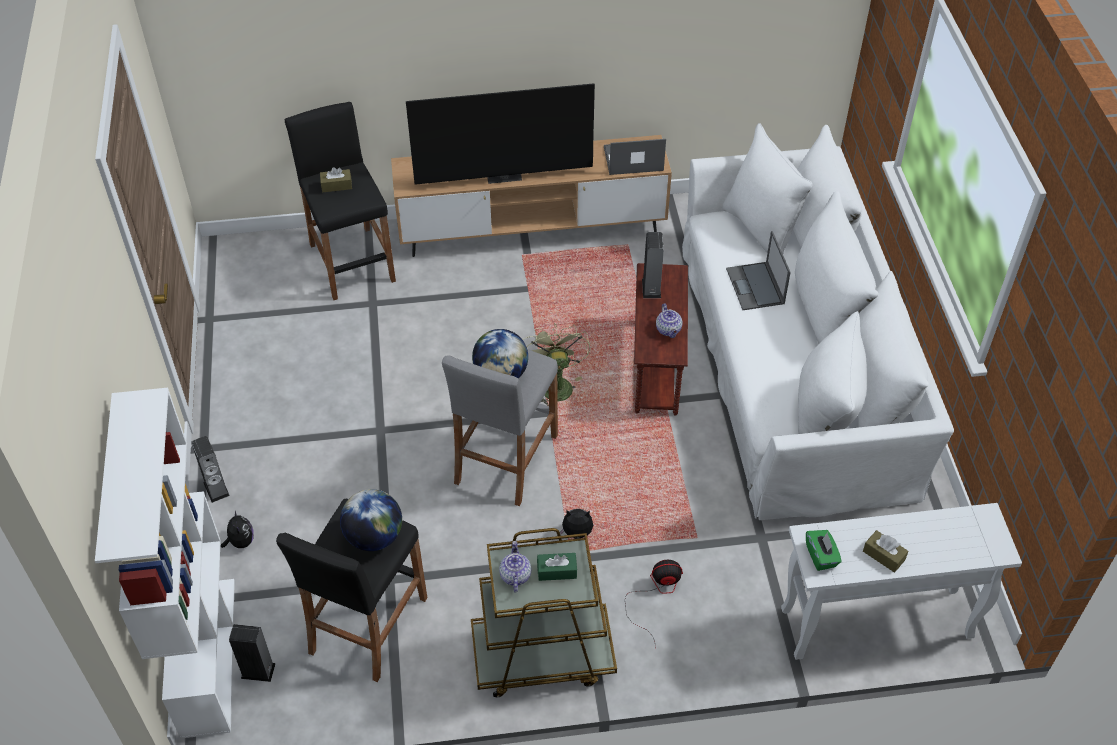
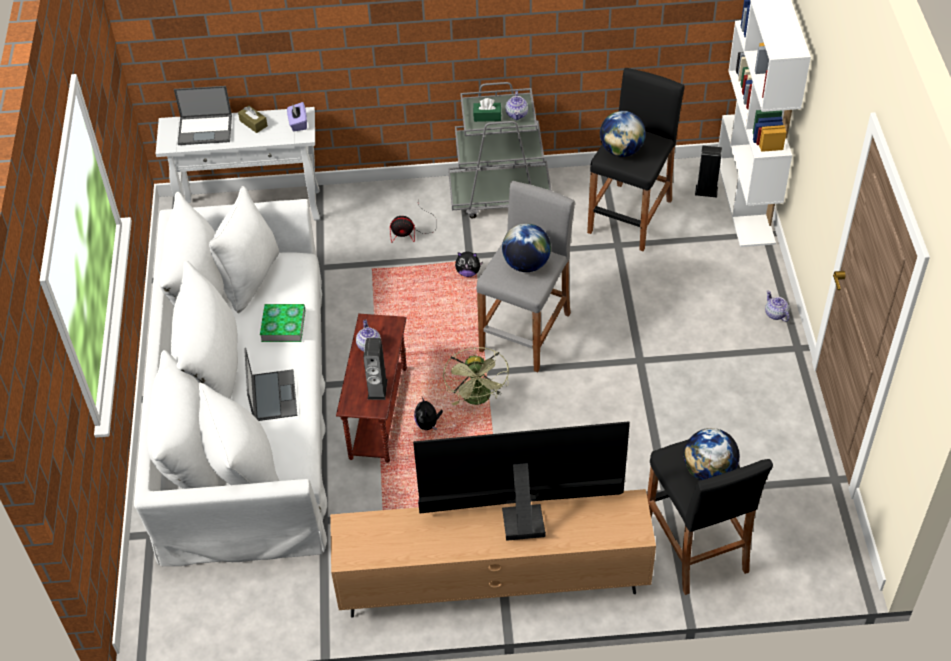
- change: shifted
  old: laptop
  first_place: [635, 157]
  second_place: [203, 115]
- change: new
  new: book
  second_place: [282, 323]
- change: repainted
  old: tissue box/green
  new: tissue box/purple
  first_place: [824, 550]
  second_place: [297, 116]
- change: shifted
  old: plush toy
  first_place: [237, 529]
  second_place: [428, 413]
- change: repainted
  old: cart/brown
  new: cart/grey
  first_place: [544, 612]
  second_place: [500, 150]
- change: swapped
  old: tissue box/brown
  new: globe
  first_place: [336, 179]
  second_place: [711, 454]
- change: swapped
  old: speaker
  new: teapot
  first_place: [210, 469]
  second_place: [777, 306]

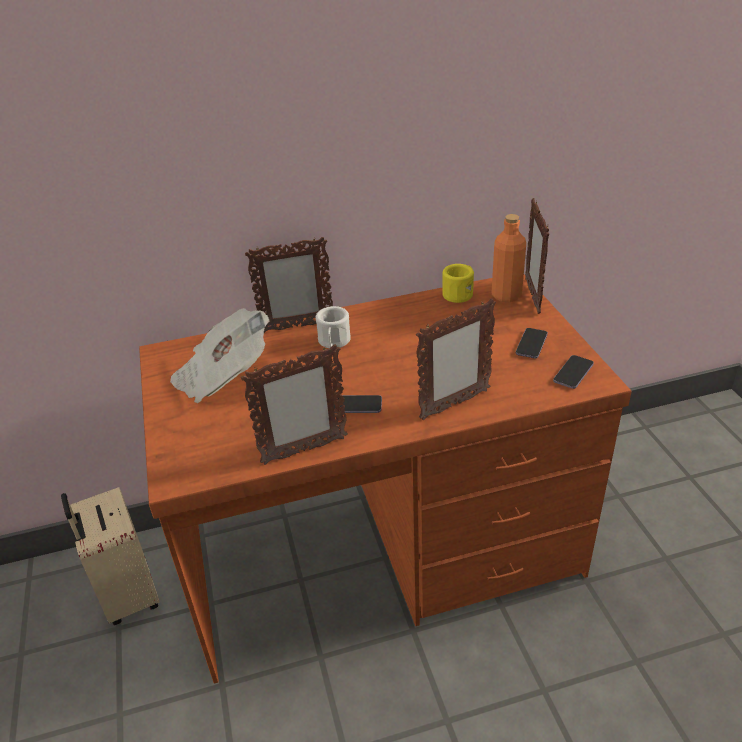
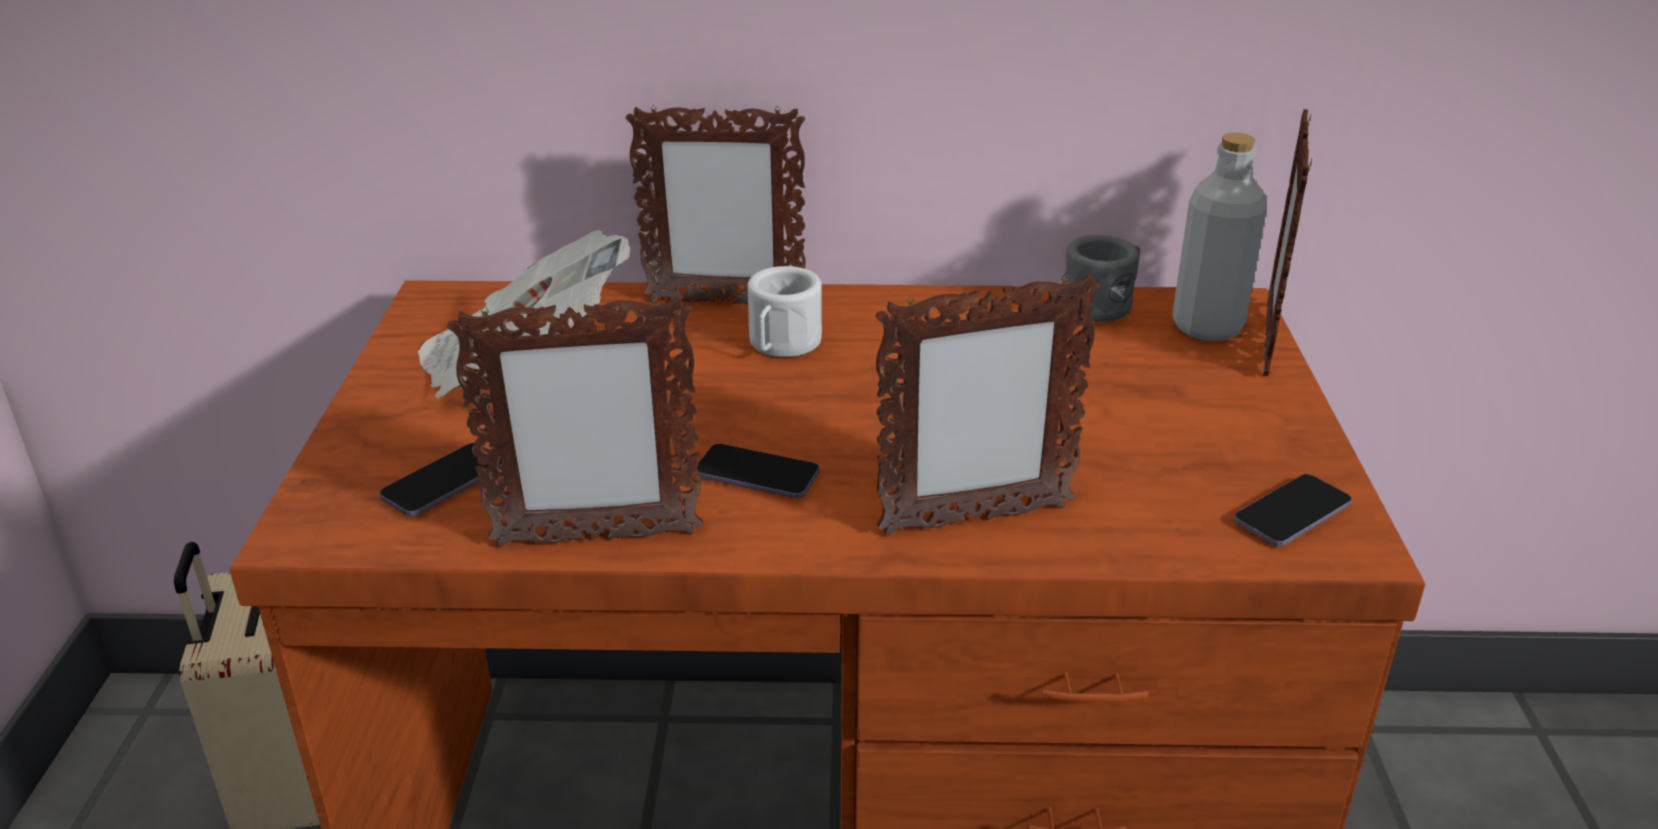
- change: shifted
  old: phone
  first_place: [532, 343]
  second_place: [440, 479]
- change: repainted
  old: mug/yellow
  new: mug/grey
  first_place: [458, 283]
  second_place: [1102, 278]
- change: repainted
  old: bottle/orange
  new: bottle/grey
  first_place: [508, 258]
  second_place: [1219, 237]

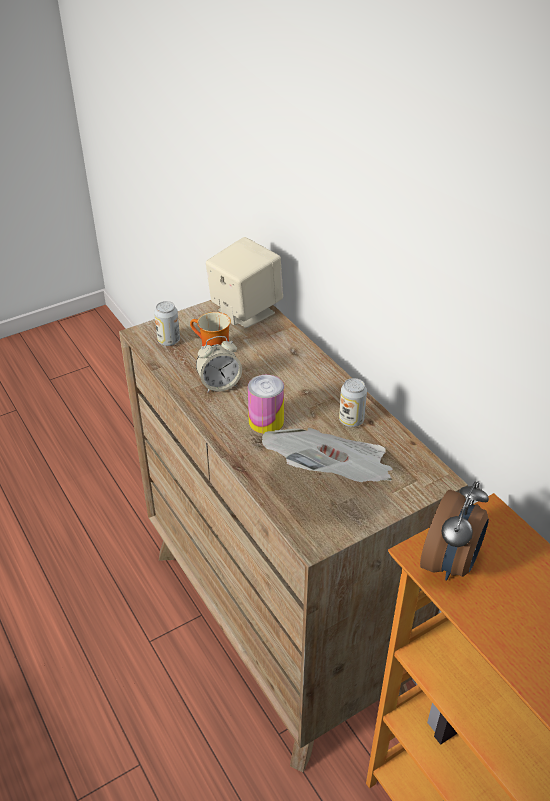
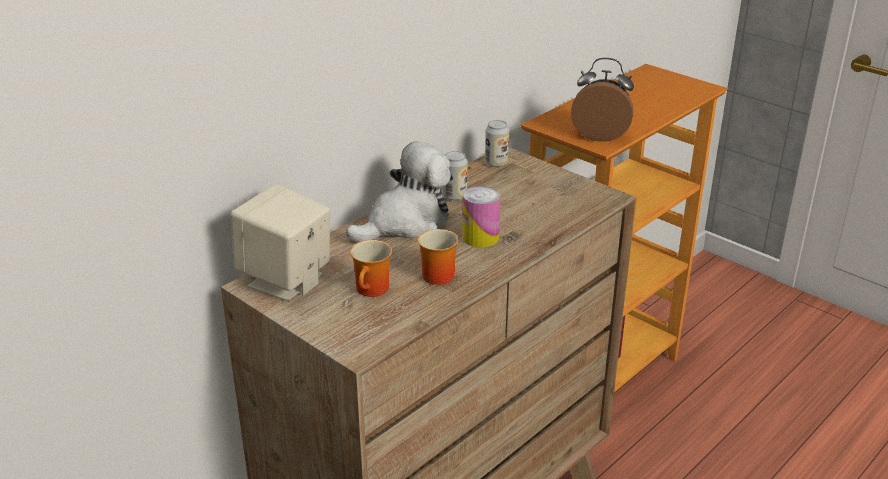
- change: new
  new: plush toy
  second_place: [398, 192]
- change: swapped
  old: alarm clock
  new: mug
  first_place: [219, 364]
  second_place: [438, 257]
- change: shifted
  old: can
  first_place: [167, 323]
  second_place: [497, 143]
- change: gone
  old: newspaper
  first_place: [327, 455]

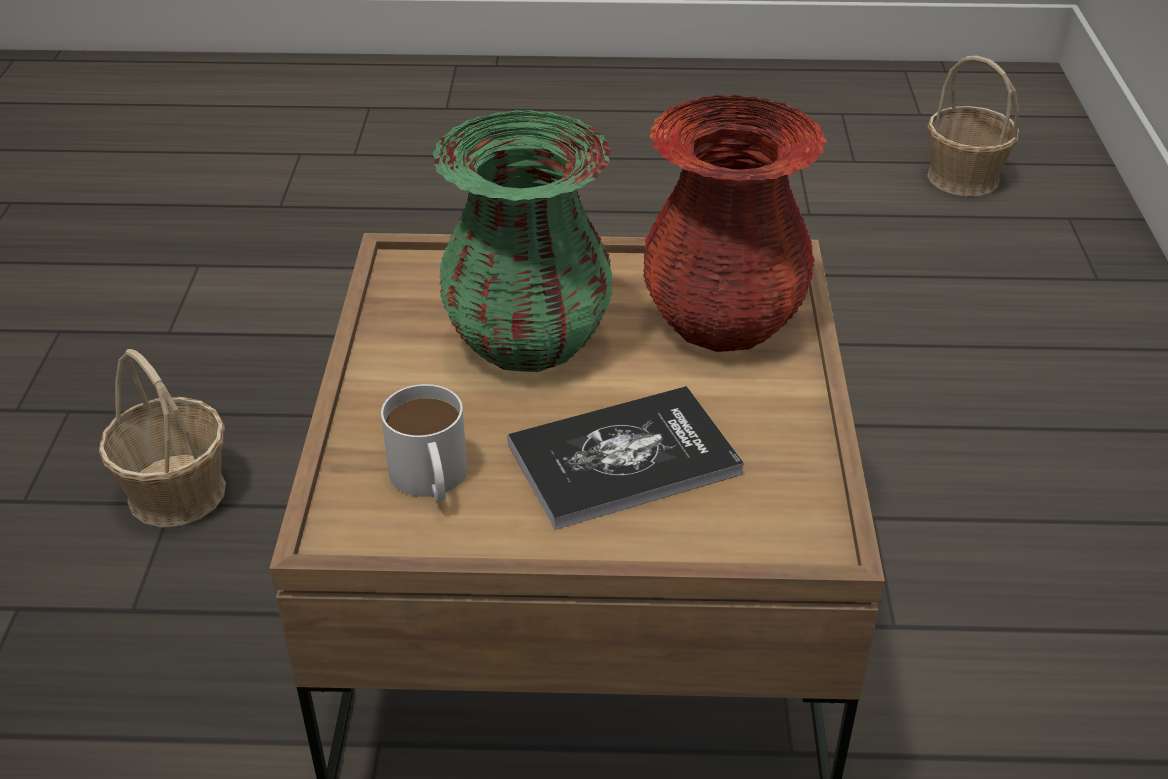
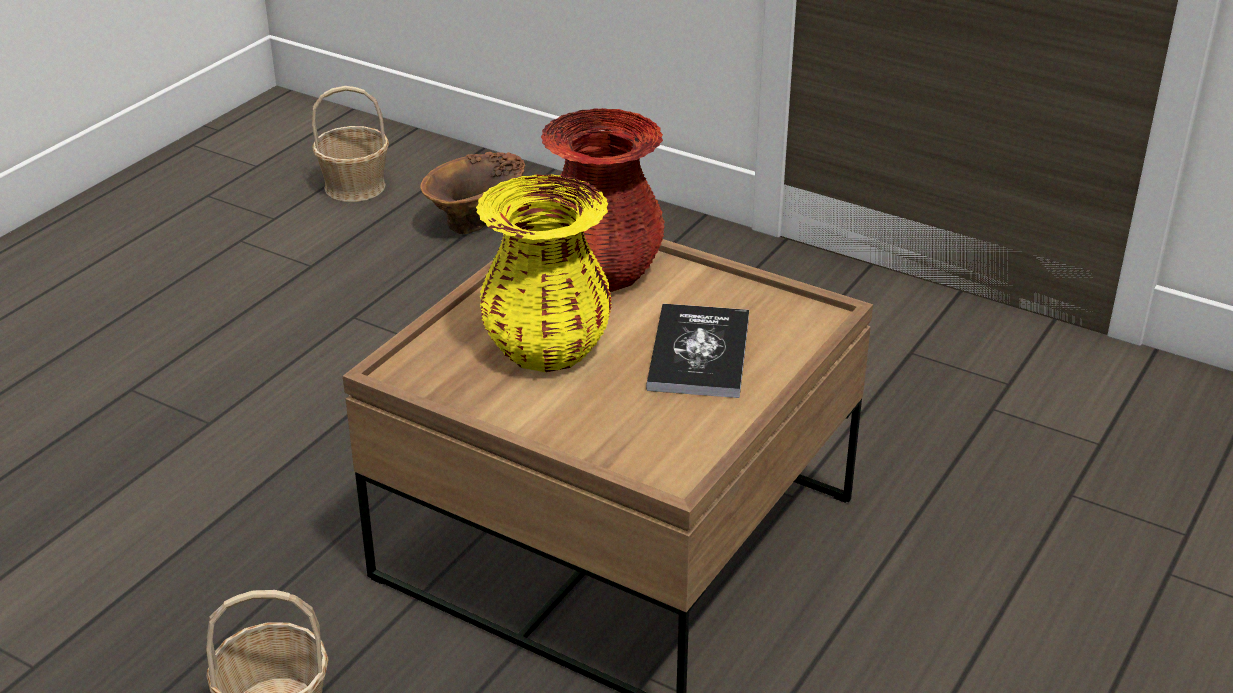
- change: new
  new: vase/brown
  second_place: [472, 193]
- change: repainted
  old: vase/green
  new: vase/yellow
  first_place: [522, 241]
  second_place: [544, 273]
- change: gone
  old: mug/white
  first_place: [424, 443]

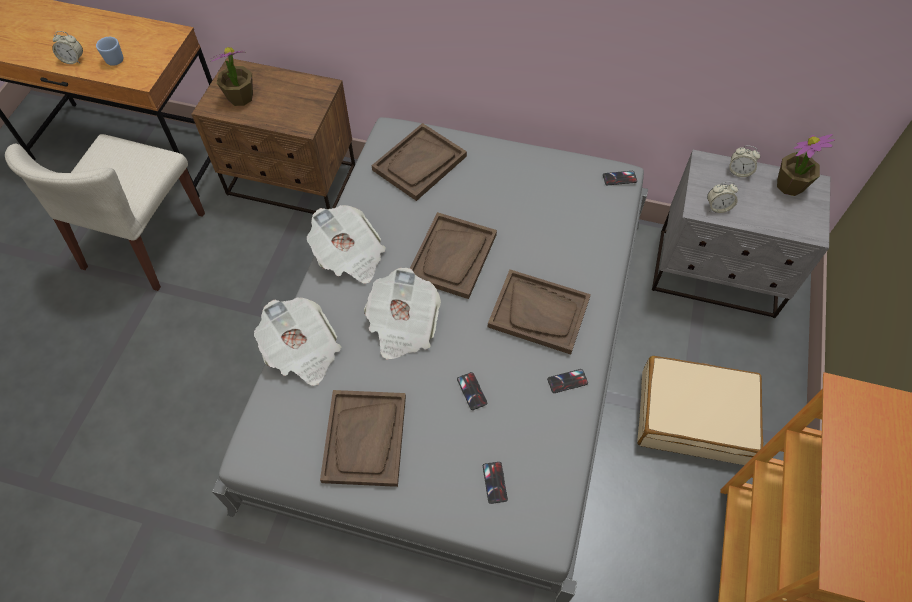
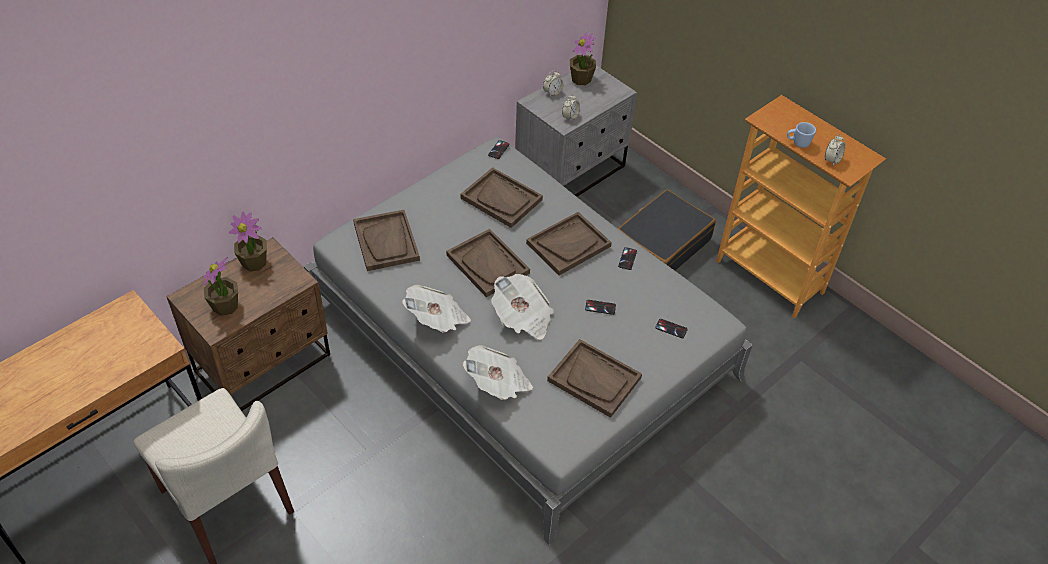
- change: new
  new: potted plant
  second_place: [248, 242]
- change: new
  new: tray/brown
  second_place: [501, 197]
- change: repainted
  old: suitcase/beige
  new: suitcase/black
  first_place: [700, 410]
  second_place: [666, 230]
- change: shifted
  old: mug/blue
  first_place: [109, 51]
  second_place: [801, 135]
- change: shifted
  old: alarm clock
  first_place: [67, 47]
  second_place: [835, 150]

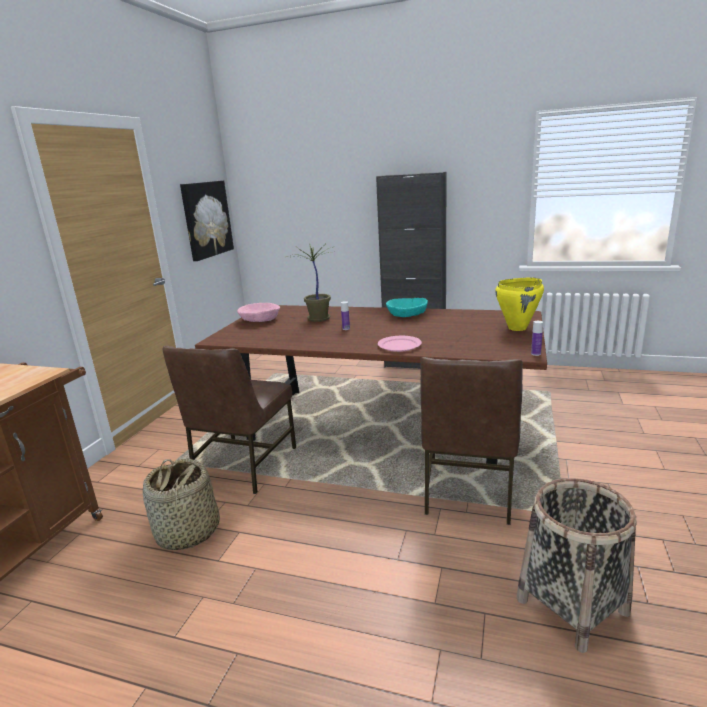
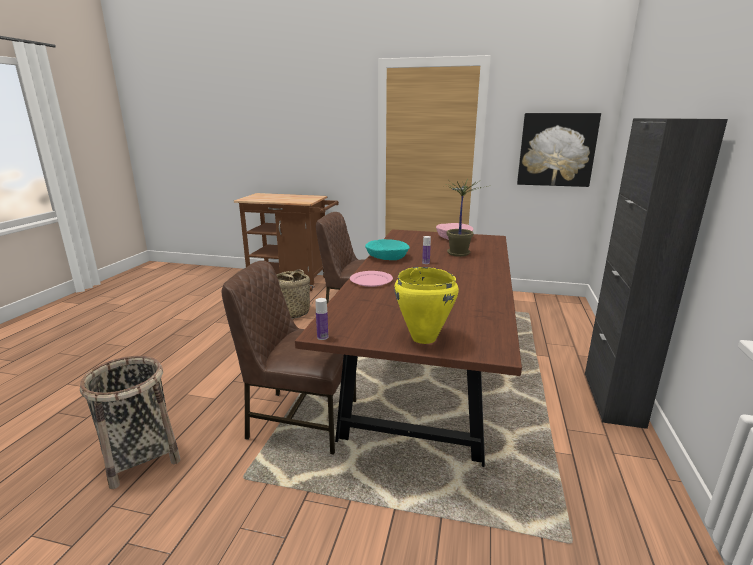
- change: shifted
  old: bowl/turquoise
  first_place: [407, 307]
  second_place: [387, 249]

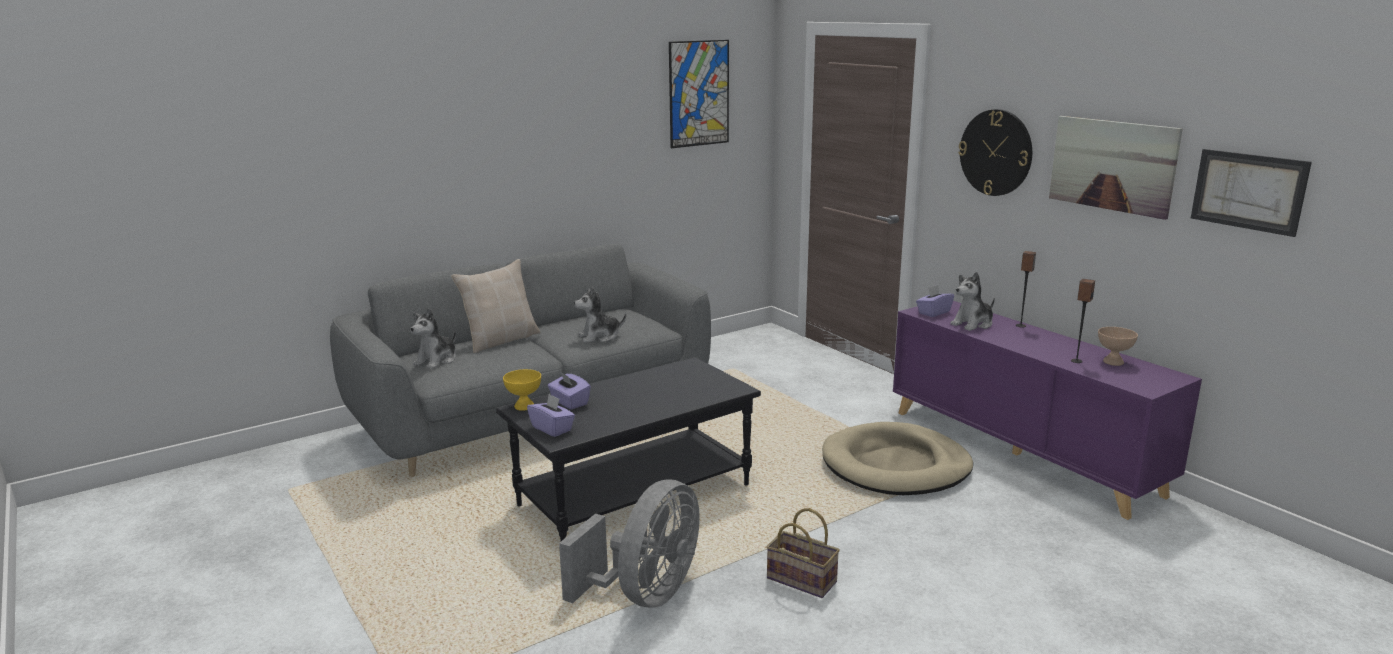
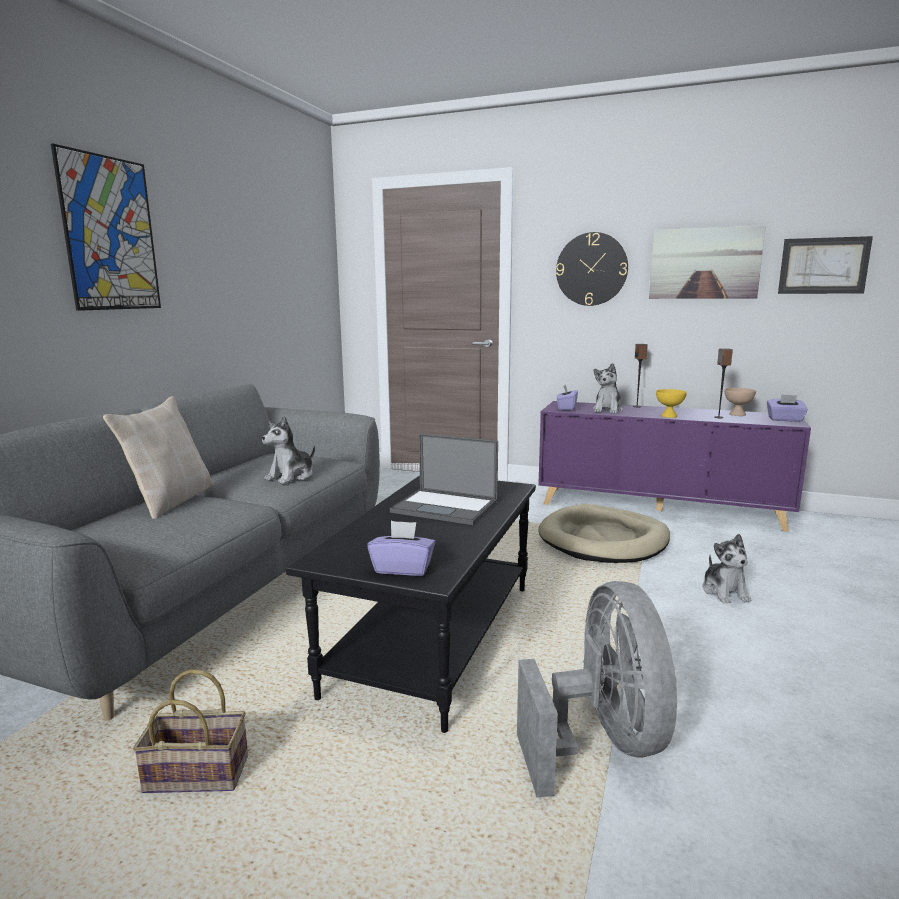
- change: shifted
  old: picture
  first_place: [699, 94]
  second_place: [106, 227]
- change: shifted
  old: basket
  first_place: [803, 553]
  second_place: [190, 731]
- change: new
  new: laptop
  second_place: [444, 479]
- change: shifted
  old: bowl/yellow
  first_place: [522, 390]
  second_place: [671, 403]
- change: shifted
  old: plush toy
  first_place: [433, 338]
  second_place: [726, 569]
- change: shifted
  old: tissue box/purple
  first_place: [569, 391]
  second_place: [787, 408]

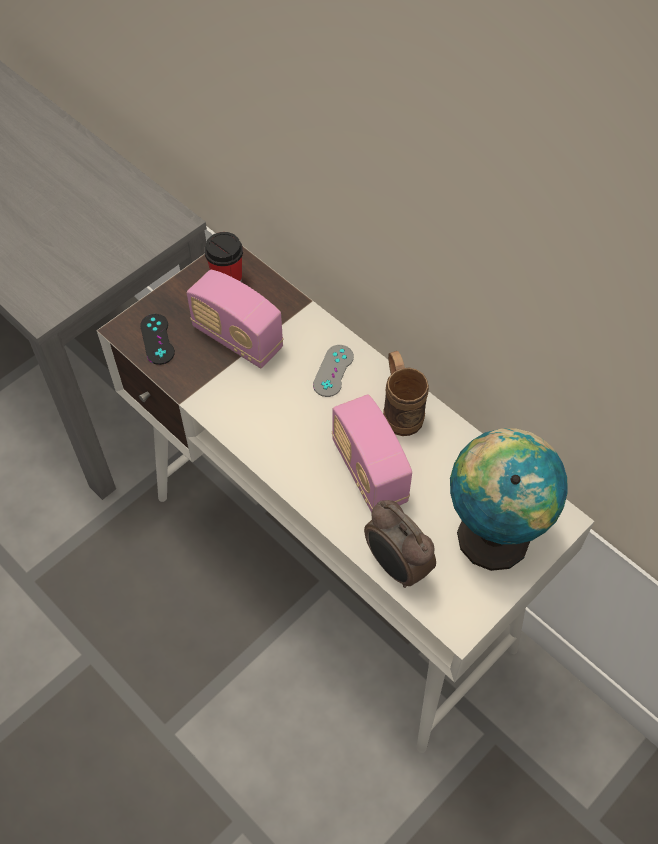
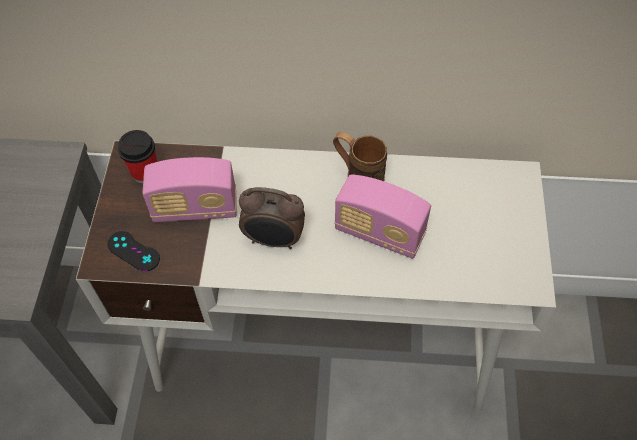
- change: shifted
  old: alarm clock
  first_place: [400, 544]
  second_place: [272, 218]
- change: gone
  old: game controller/grey
  first_place: [333, 371]
- change: gone
  old: globe
  first_place: [509, 499]

